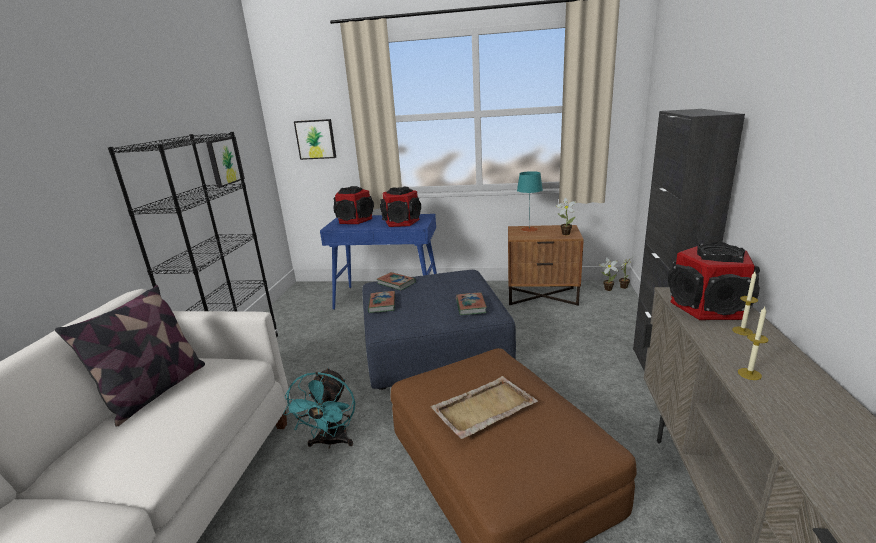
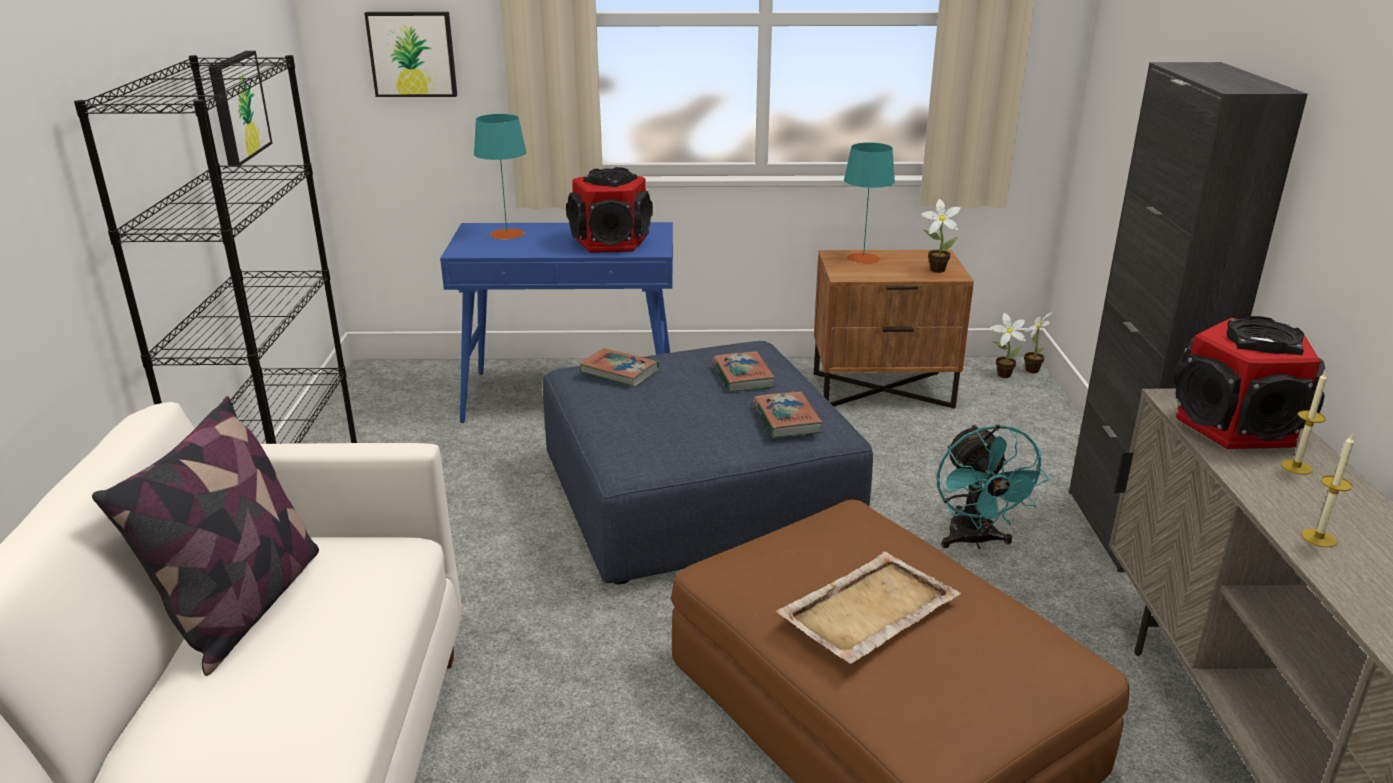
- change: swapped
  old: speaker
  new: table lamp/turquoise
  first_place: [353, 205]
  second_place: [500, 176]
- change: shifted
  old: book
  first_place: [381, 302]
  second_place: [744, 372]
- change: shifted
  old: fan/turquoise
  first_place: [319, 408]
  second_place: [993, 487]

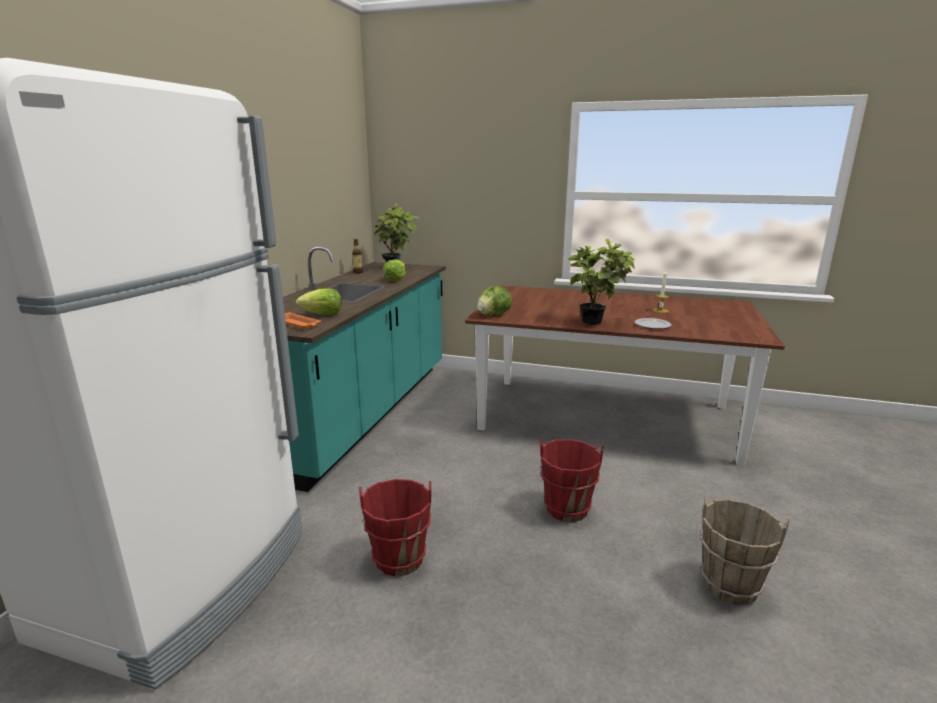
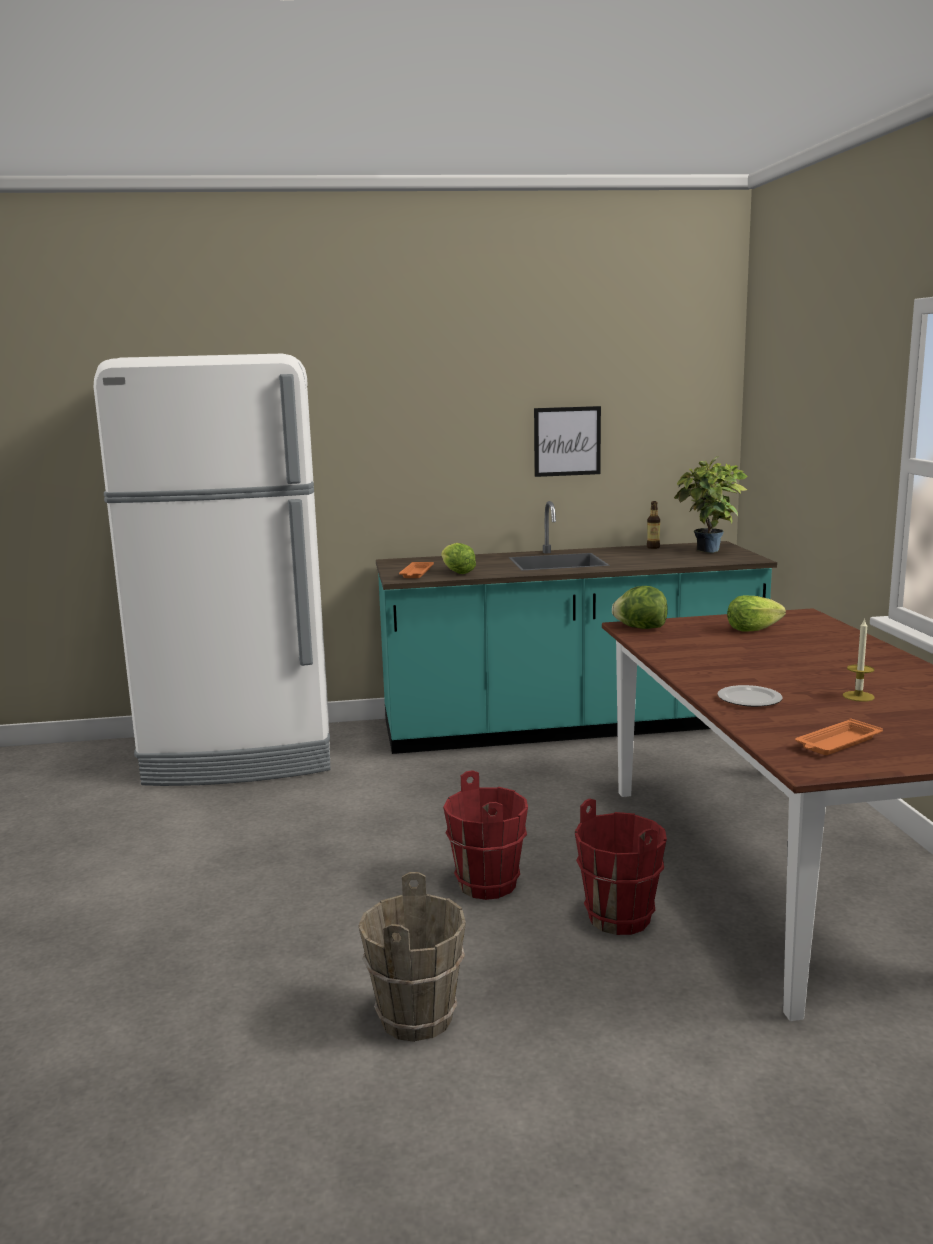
- change: new
  new: picture
  second_place: [567, 441]
- change: shifted
  old: bucket/red
  first_place: [395, 527]
  second_place: [621, 866]
- change: shifted
  old: lettuce
  first_place: [394, 270]
  second_place: [756, 613]
- change: new
  new: tray/orange
  second_place: [839, 736]
- change: gone
  old: potted plant
  first_place: [601, 281]

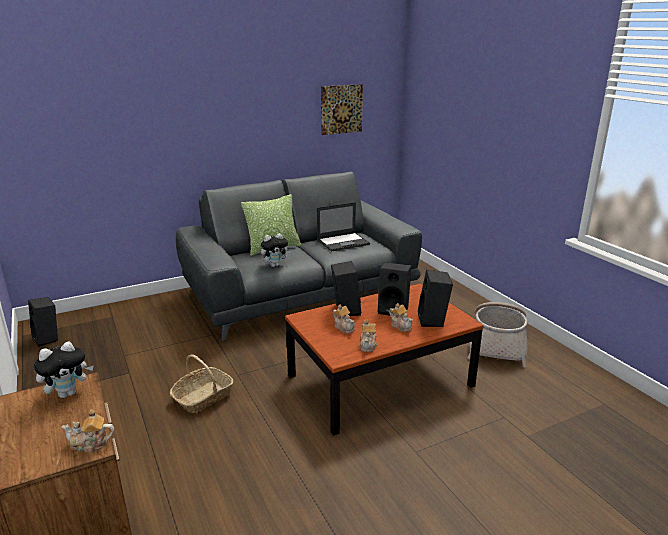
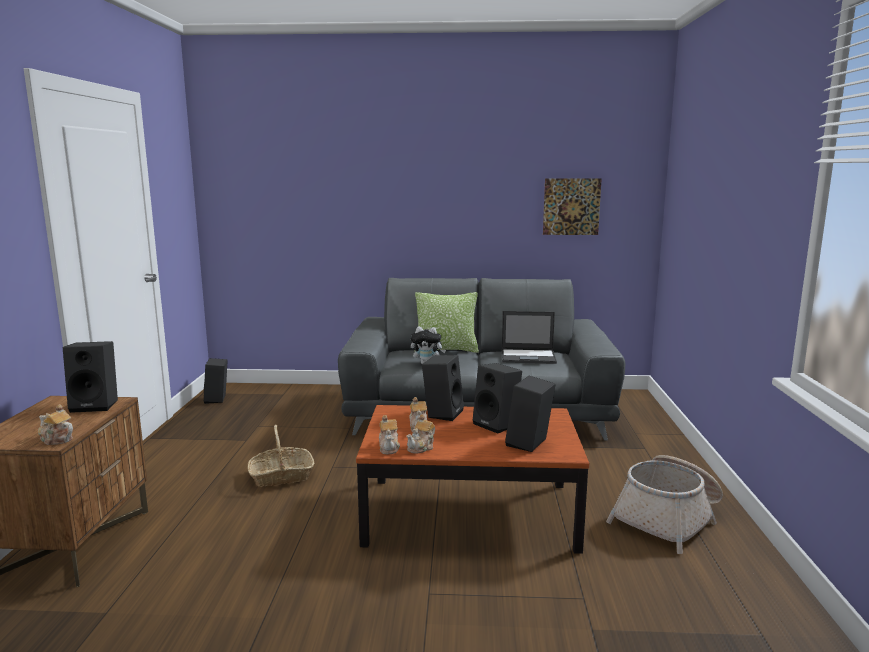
- change: swapped
  old: plush toy
  new: speaker/black
  first_place: [64, 369]
  second_place: [90, 377]
- change: shifted
  old: teapot
  first_place: [401, 317]
  second_place: [389, 434]

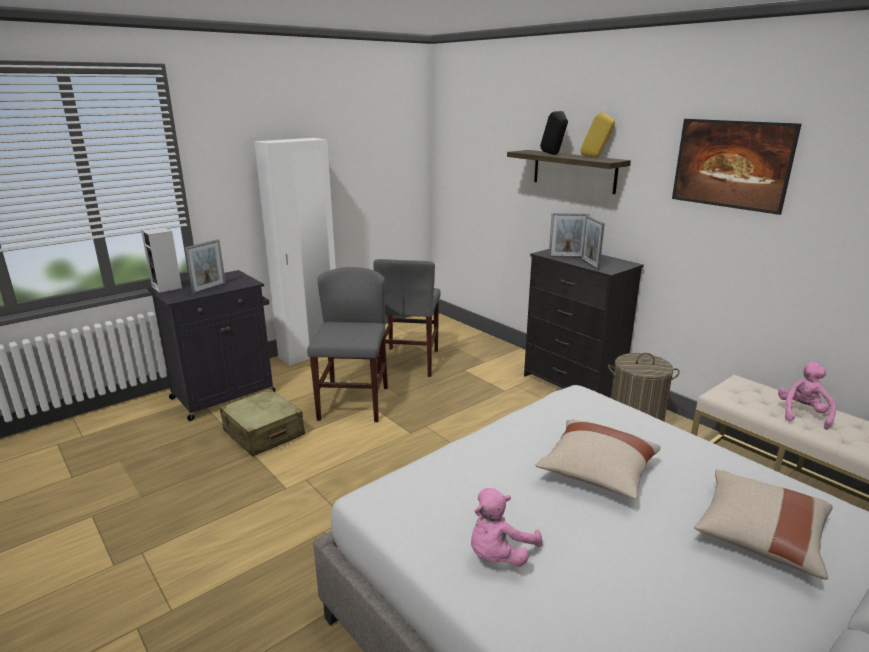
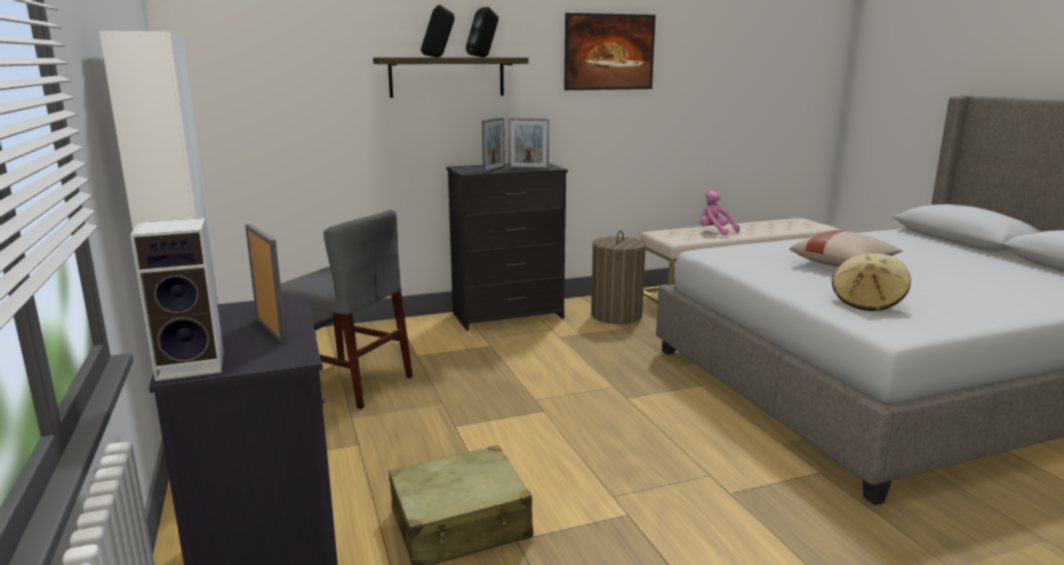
- change: repainted
  old: speaker/yellow
  new: speaker/black
  first_place: [597, 135]
  second_place: [482, 32]
- change: new
  new: hat/beige
  second_place: [871, 282]
- change: gone
  old: chair/grey
  first_place: [347, 344]
- change: gone
  old: plush toy/pink
  first_place: [507, 527]
- change: gone
  old: pillow/beige
  first_place: [763, 525]

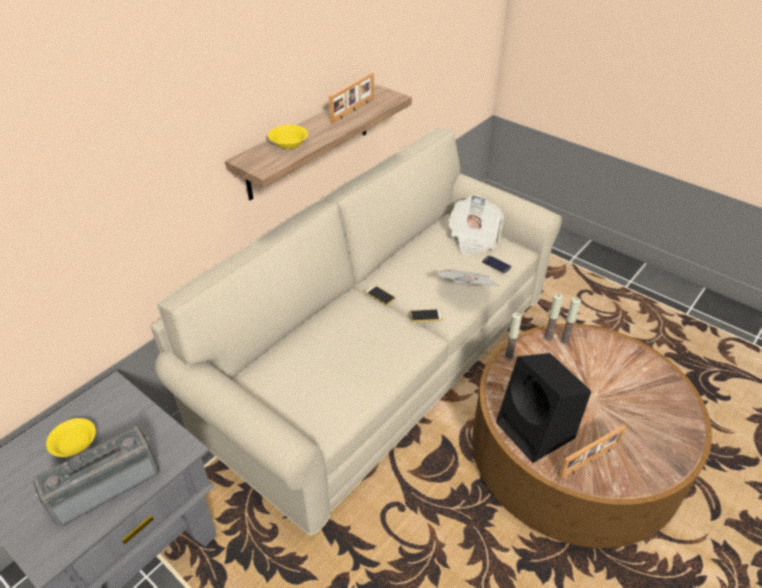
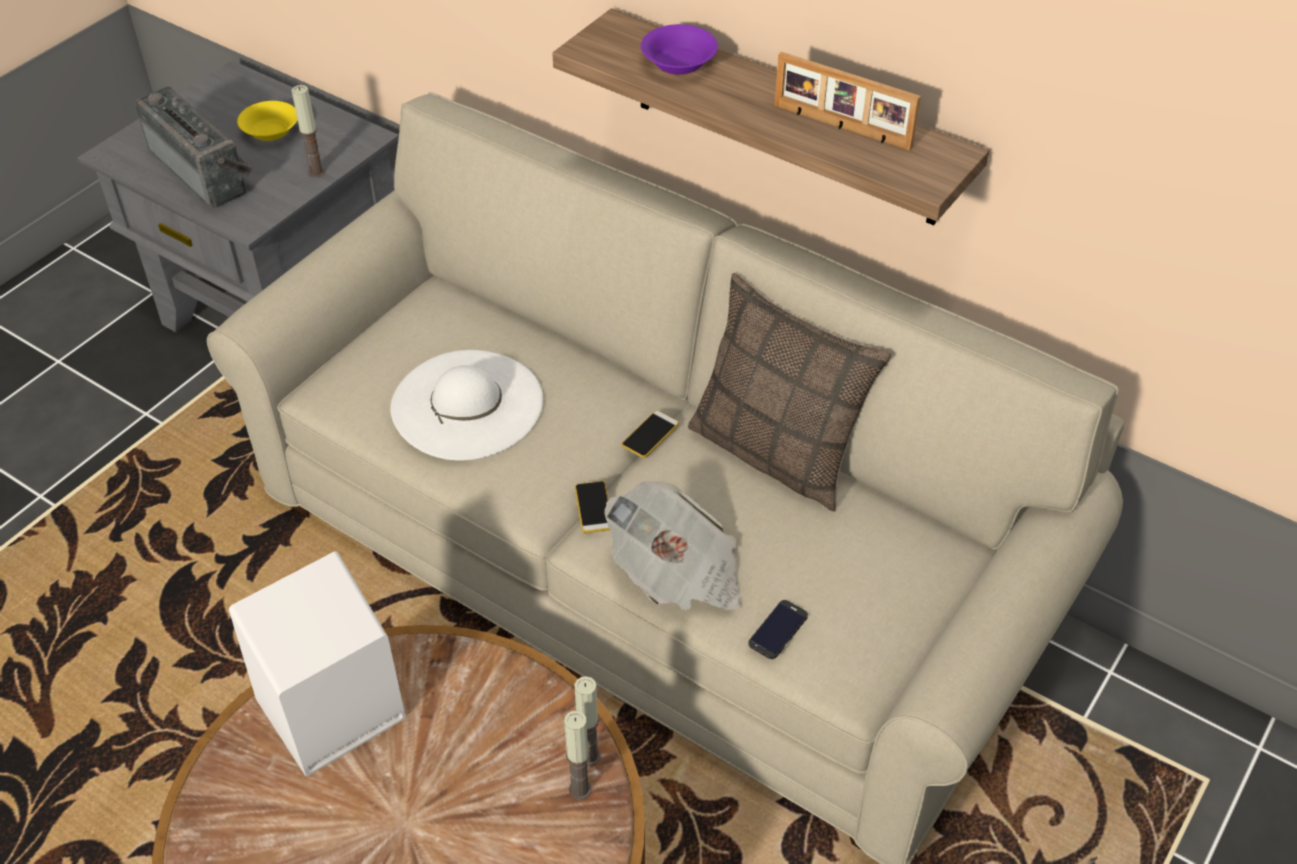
- change: repainted
  old: speaker/black
  new: speaker/white
  first_place: [543, 408]
  second_place: [317, 664]
- change: shifted
  old: candle
  first_place: [513, 336]
  second_place: [308, 131]
- change: new
  new: hat/white
  second_place: [466, 405]
- change: repainted
  old: bowl/yellow
  new: bowl/purple
  first_place: [288, 137]
  second_place: [679, 49]
- change: new
  new: pillow
  second_place: [790, 392]
- change: gone
  old: newspaper
  first_place: [476, 225]
- change: gone
  old: picture frame
  first_place: [592, 452]

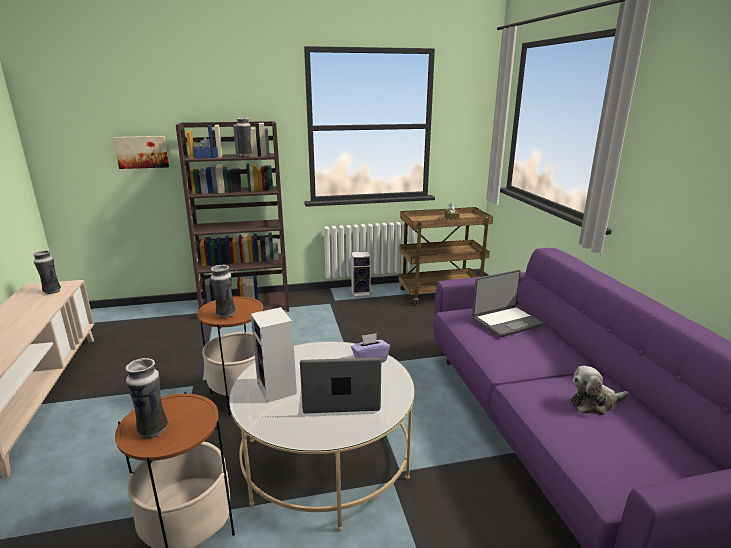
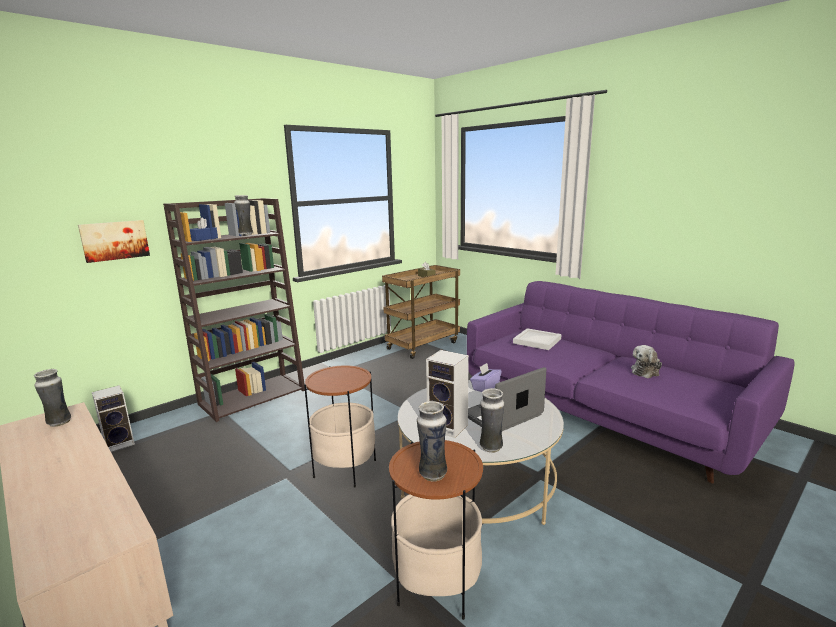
- change: shifted
  old: speaker
  first_place: [361, 274]
  second_place: [113, 418]
- change: shifted
  old: vase
  first_place: [223, 291]
  second_place: [492, 420]
- change: swapped
  old: laptop
  new: tray/white
  first_place: [508, 303]
  second_place: [537, 339]

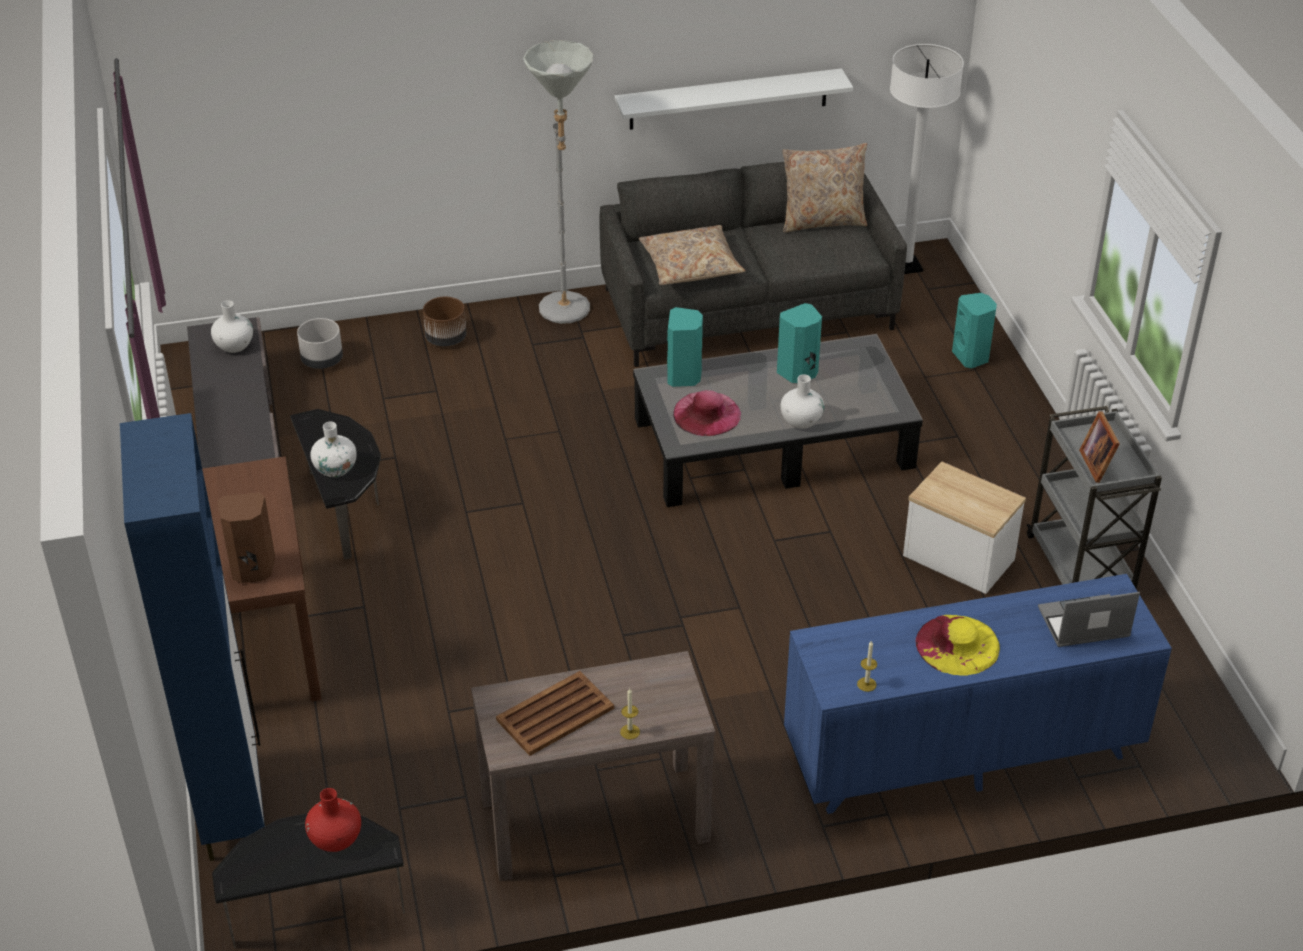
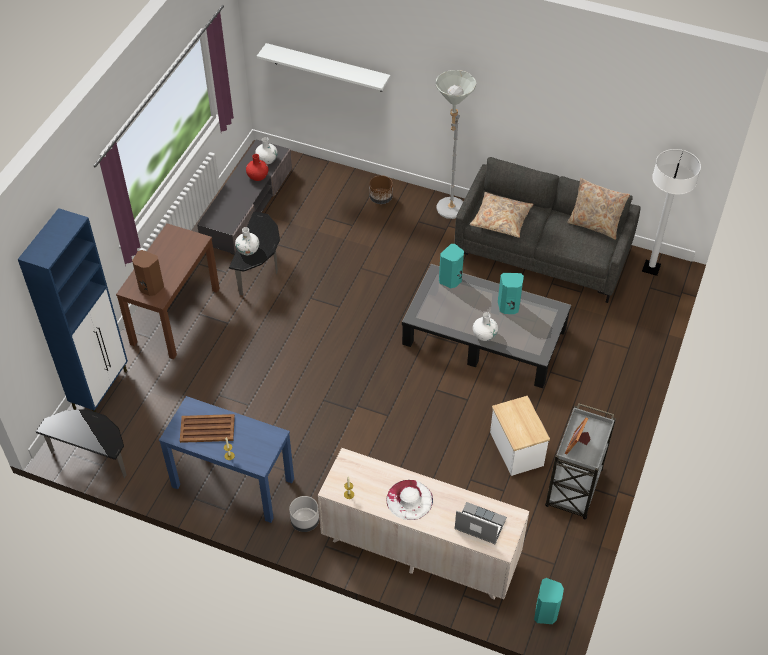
- change: repainted
  old: console table/brown
  new: console table/blue
  first_place: [593, 766]
  second_place: [226, 459]
- change: shifted
  old: vase/red
  first_place: [333, 820]
  second_place: [257, 167]
- change: shifted
  old: shelf/white
  first_place: [734, 99]
  second_place: [323, 67]
- change: shifted
  old: planter/grey
  first_place: [320, 343]
  second_place: [304, 514]
- change: repainted
  old: dresser/blue
  new: dresser/beige
  first_place: [978, 694]
  second_place: [424, 524]
- change: repainted
  old: hat/yellow
  new: hat/white
  first_place: [958, 645]
  second_place: [409, 500]
- change: shifted
  old: speaker/turquoise
  first_place: [974, 331]
  second_place: [549, 601]
- change: gone
  old: hat/pink
  first_place: [707, 413]

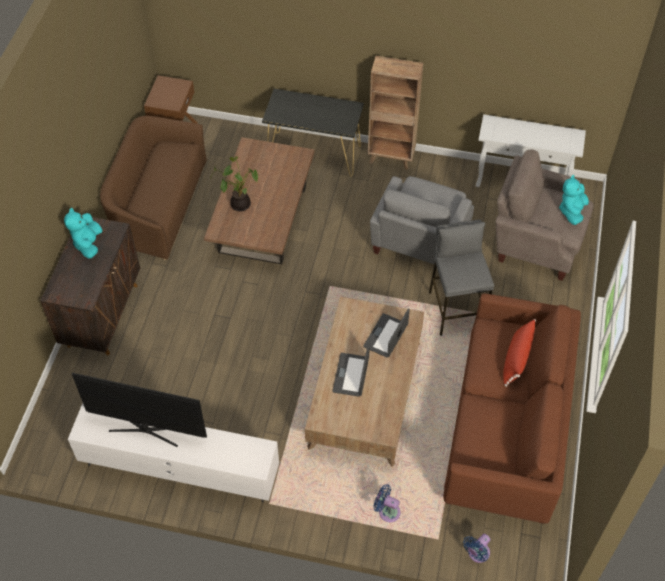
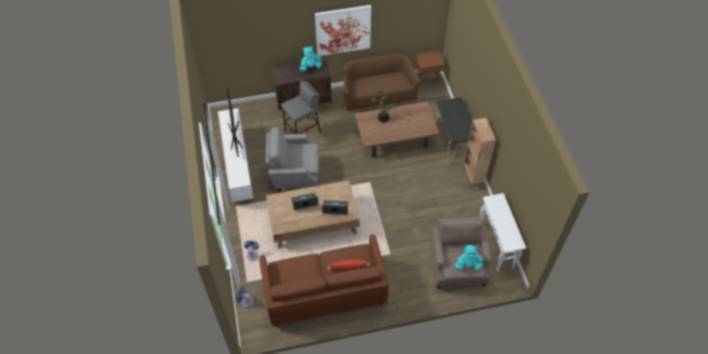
- change: shifted
  old: armchair/grey
  first_place: [422, 220]
  second_place: [292, 160]
- change: shifted
  old: stool/grey
  first_place: [461, 277]
  second_place: [301, 107]
- change: new
  new: picture
  second_place: [343, 30]

